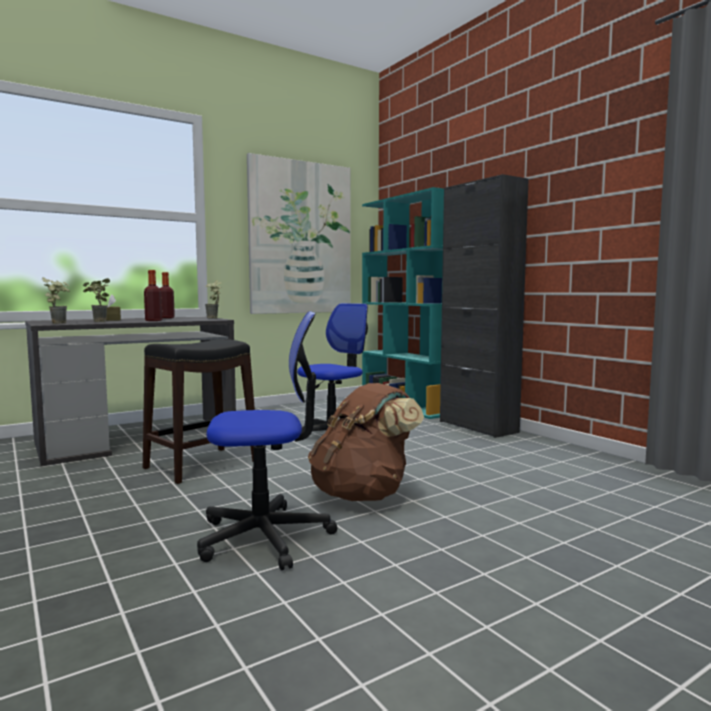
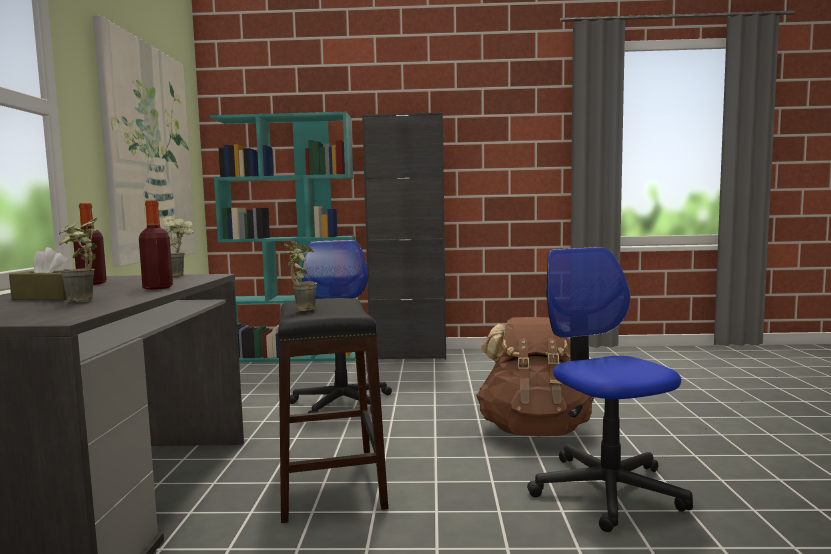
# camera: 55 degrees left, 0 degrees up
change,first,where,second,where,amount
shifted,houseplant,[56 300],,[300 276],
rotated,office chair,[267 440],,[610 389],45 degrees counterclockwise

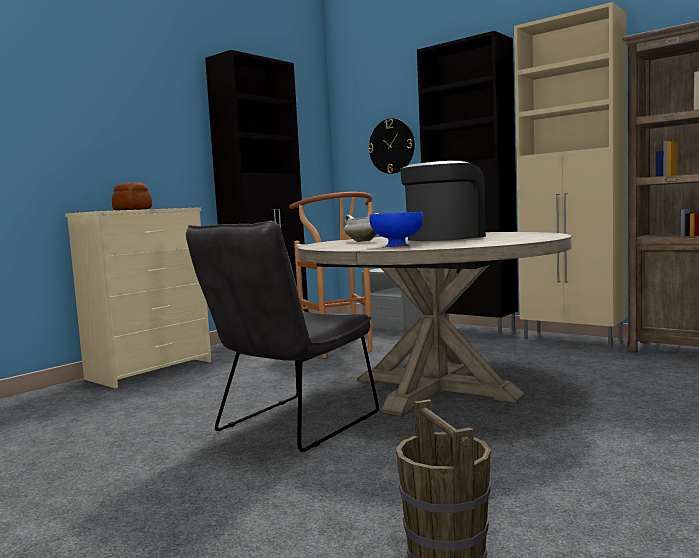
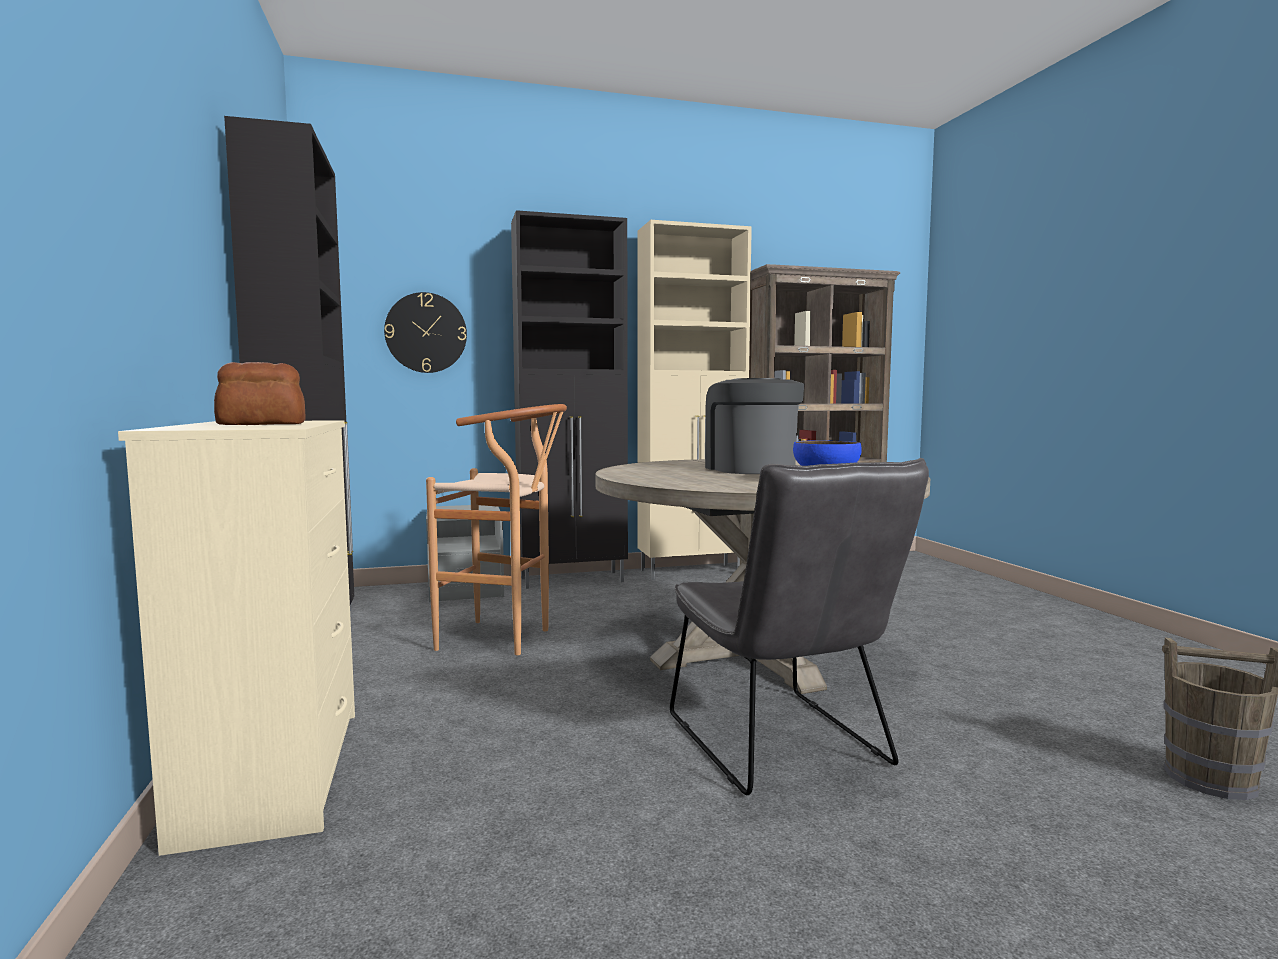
# camera: 55 degrees left, 0 degrees up
change,first,where,second,where,amount
gone,white-coloured cooking pot,[361 227],,,

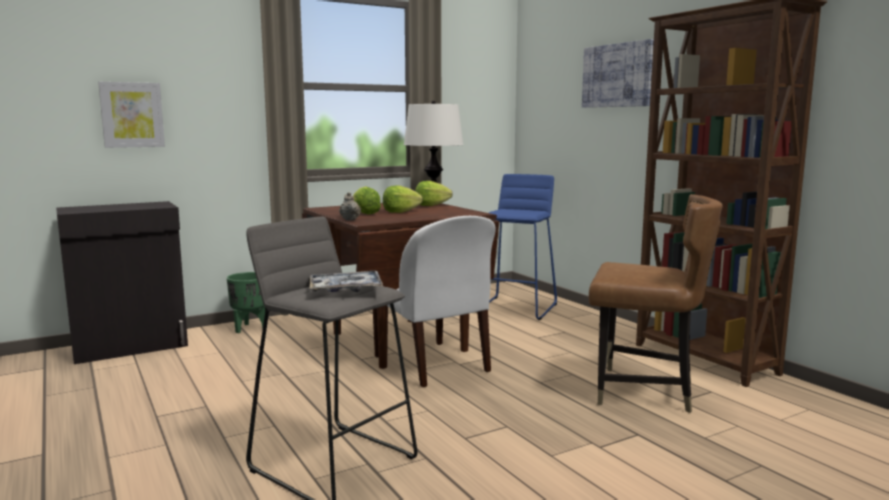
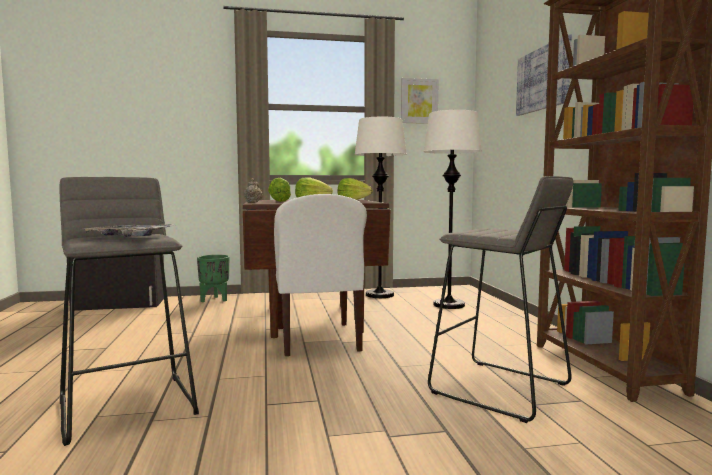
# camera: 20 degrees right, 5 degrees down
change,first,where,second,where,amount
shifted,wall picture,[131 115],,[420 101],
swapped,bluish stool seat,[516 247],white-coloured standing lamp,[452 209],
swapped,brownish plain chair,[656 303],grey stool seat,[500 299],

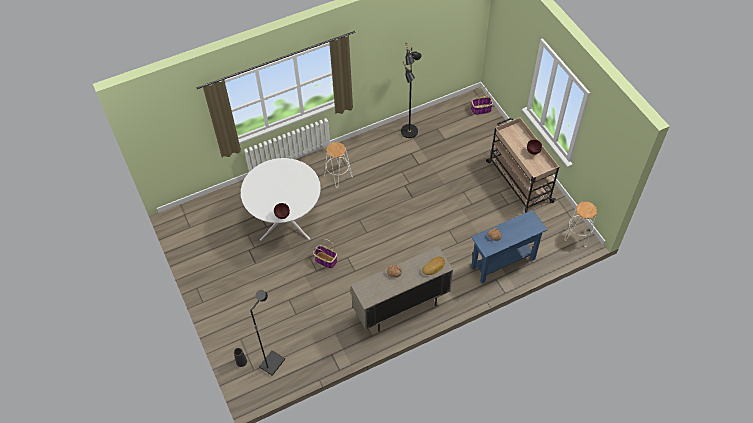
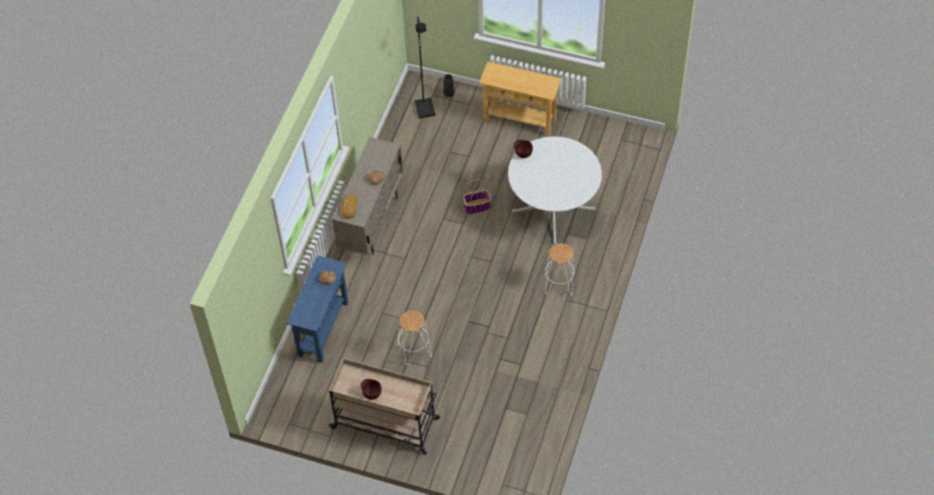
# camera: 135 degrees right, 0 degrees up
change,first,where,second,where,amount
gone,black-coloured standing lamp,[411 90],,,
gone,household basket,[482 101],,,
new,,,beige-coloured console table,[520 99],
shifted,white-coloured stool seat,[581 224],,[414 338],

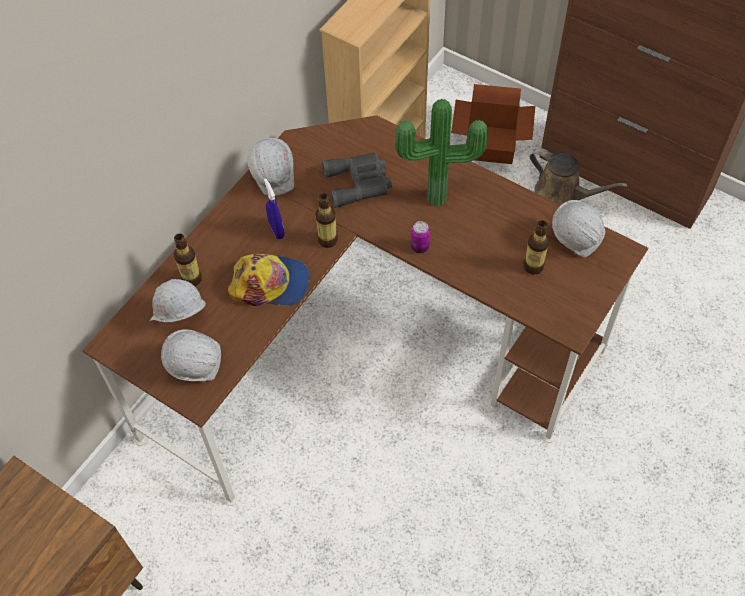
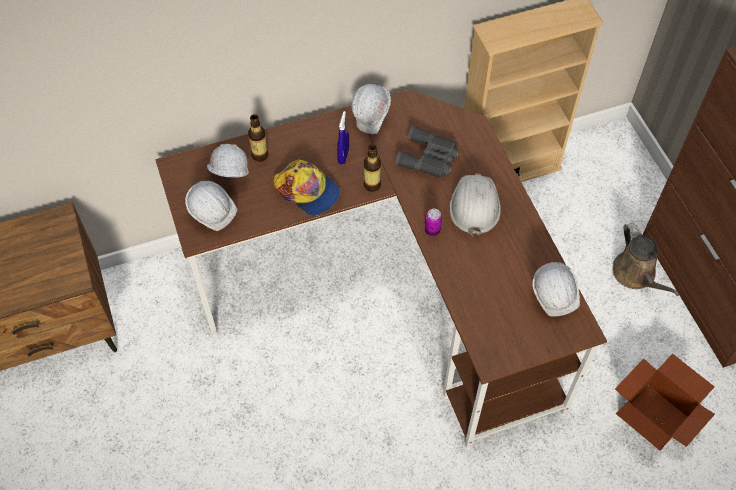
# camera: 35 degrees right, 0 degrees up
change,first,where,second,where,amount
gone,beverage bottle,[536 247],,,
shifted,cardboard box,[493 124],,[665 401],
swapped,houseplant,[441 153],white-coloured work helmet,[475 205],

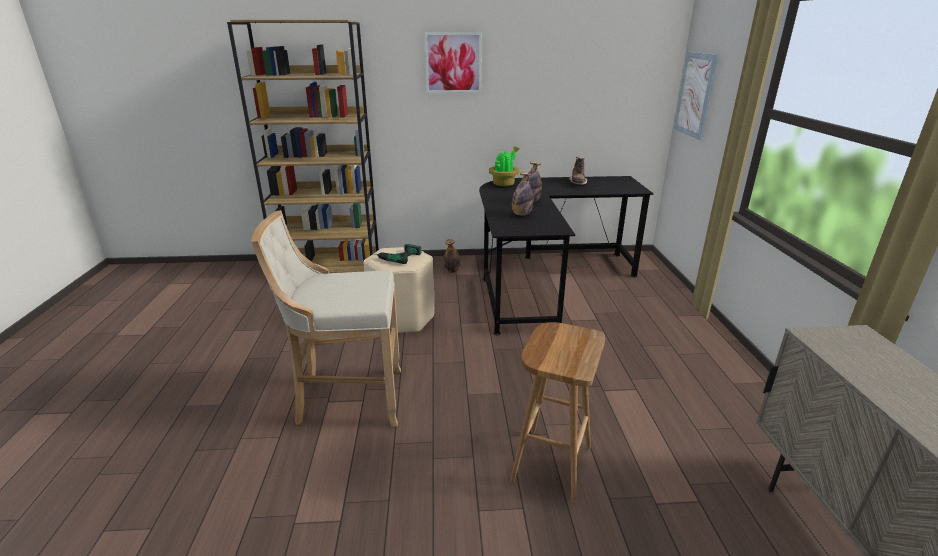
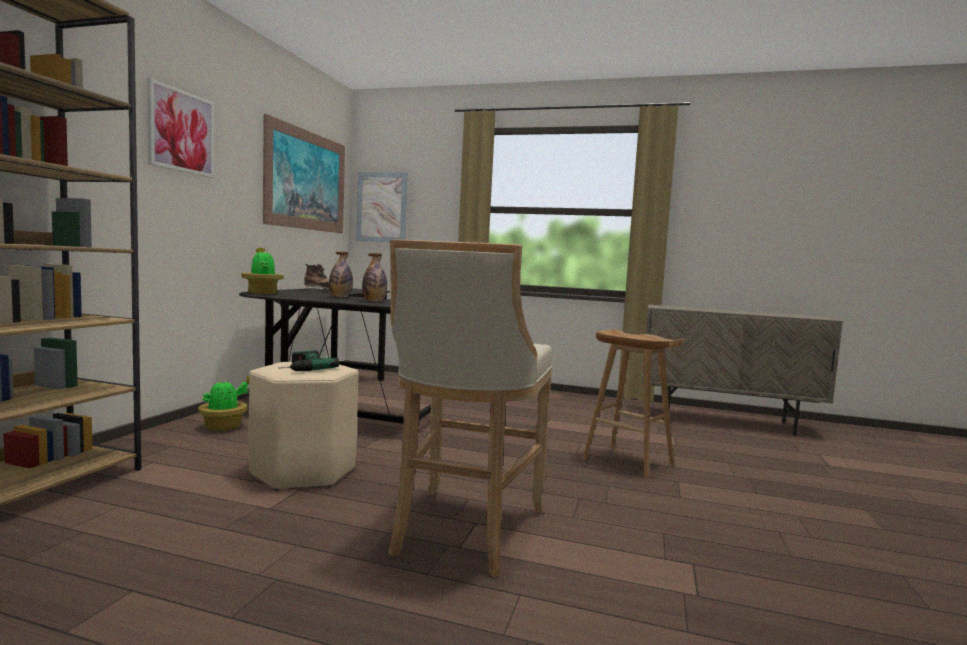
# camera: 70 degrees left, 20 degrees down
change,first,where,second,where,amount
new,,,wall picture,[304 173],
swapped,beverage bottle,[452 256],houseplant,[223 403],

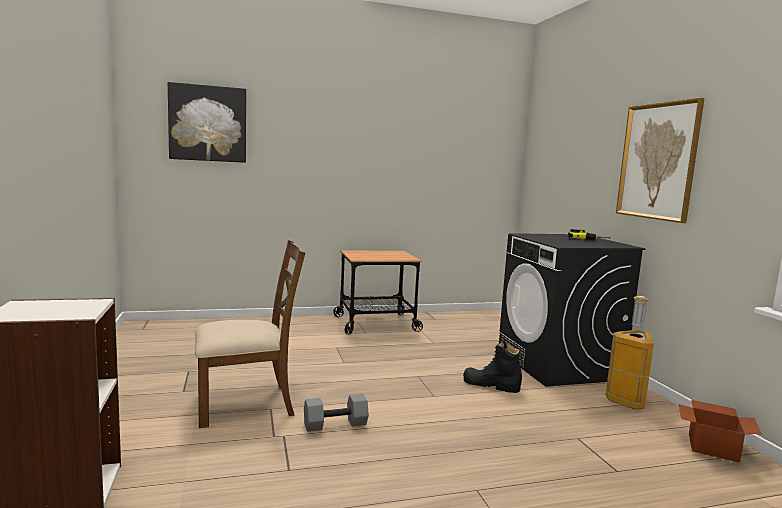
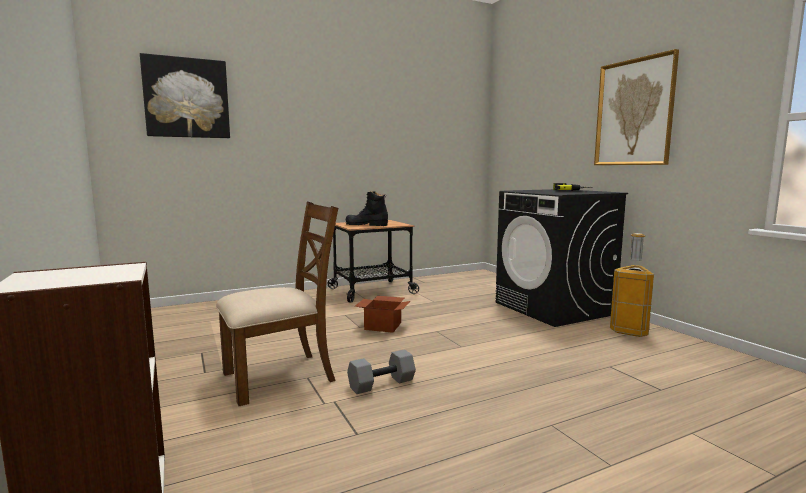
# camera: 10 degrees left, 0 degrees up
change,first,where,second,where,amount
shifted,black-coloured high-top boot,[492 367],,[367 208],
shifted,cardboard box,[720 431],,[382 314],

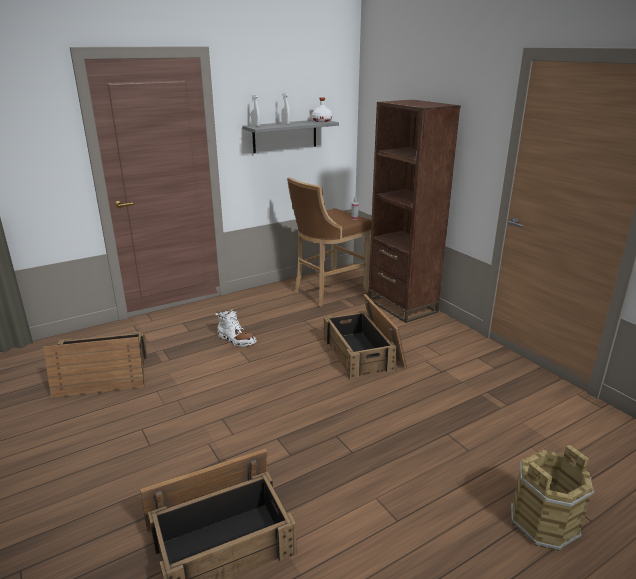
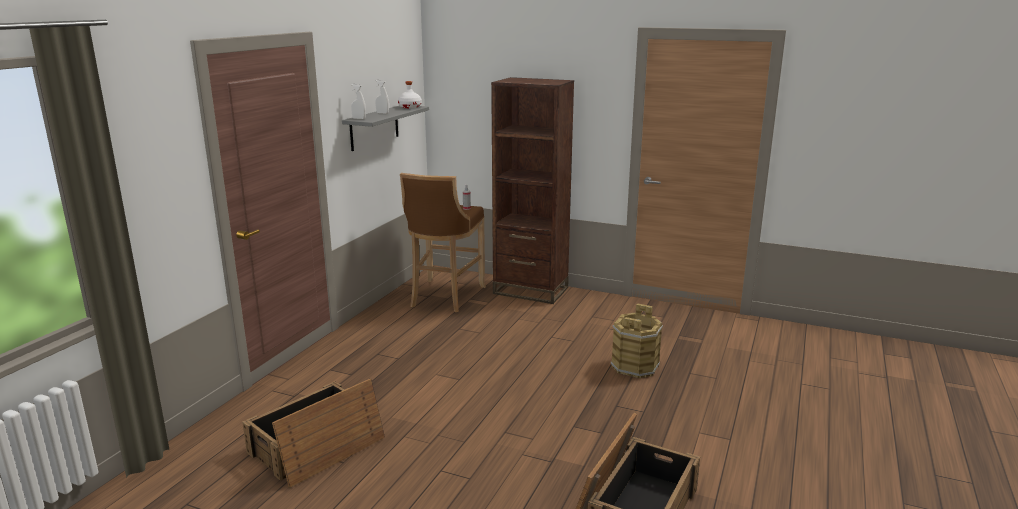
# camera: 35 degrees left, 5 degrees down
change,first,where,second,where,amount
gone,white-coloured high-top boot,[236 328],,,
gone,packing crate,[365 336],,,
shifted,brownish water bucket,[552 498],,[636 340],

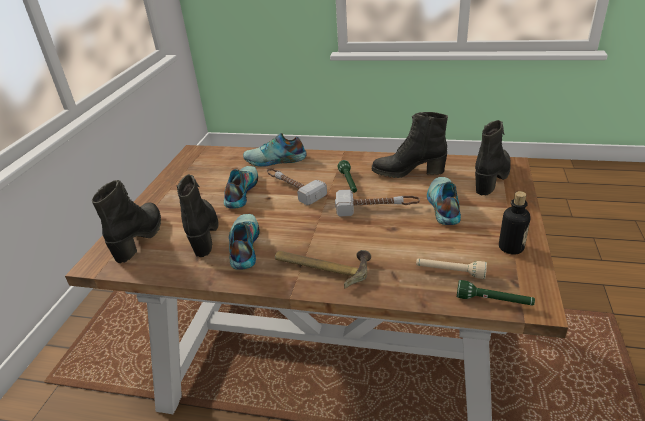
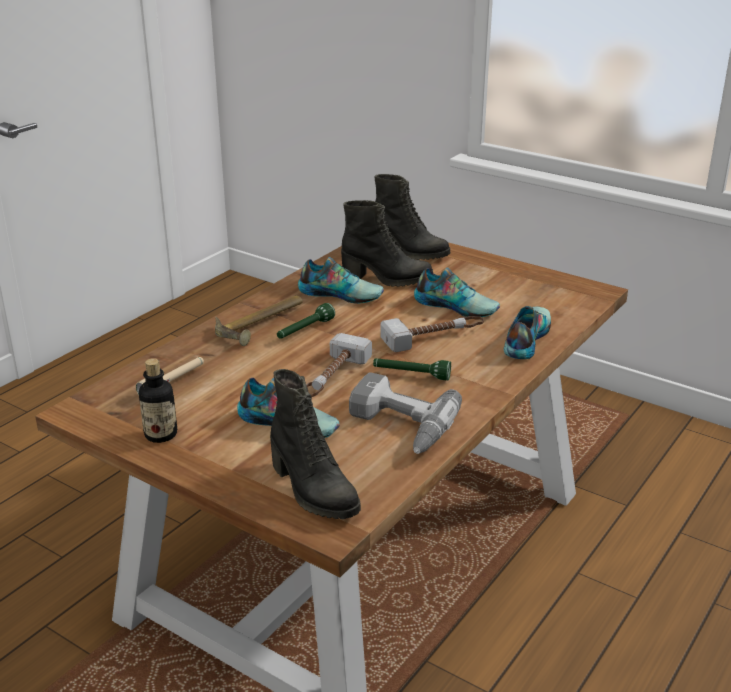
# camera: 110 degrees right, 5 degrees down
change,first,where,second,where,amount
shifted,greenish torch,[496 293],,[306 321],
swapped,black-coloured high-top boot,[410 145],electric drill,[405 413],

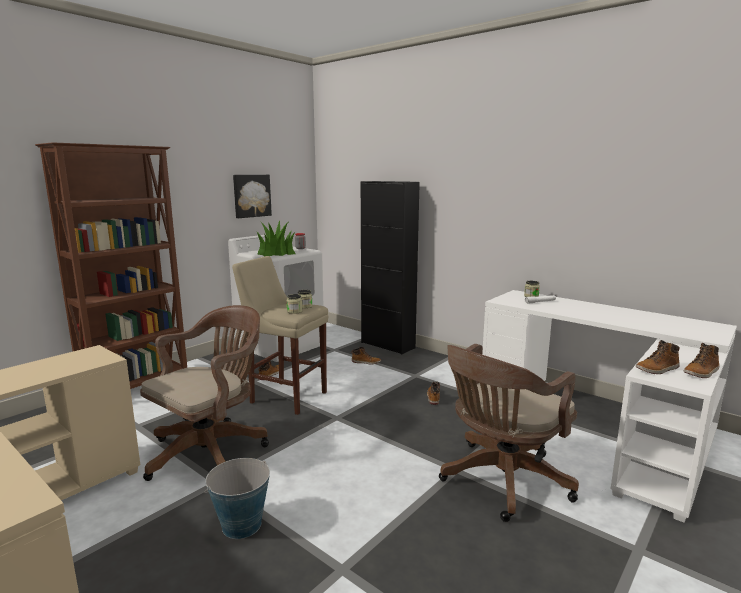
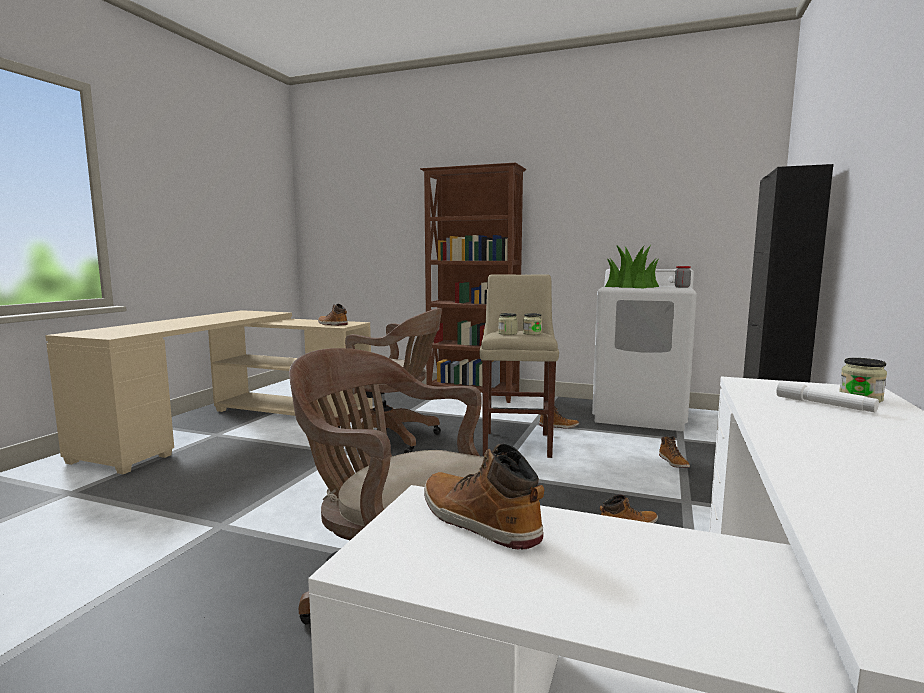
# camera: 70 degrees right, 5 degrees down
change,first,where,second,where,amount
gone,water bucket,[237 498],,,
gone,wall picture,[252 196],,,
shifted,high-top boot,[702 360],,[333 315],

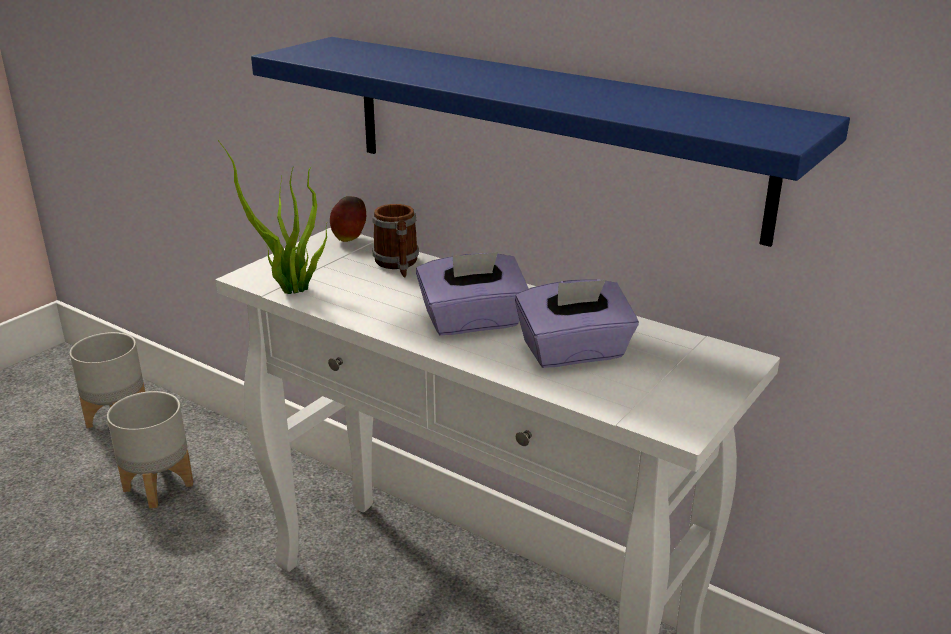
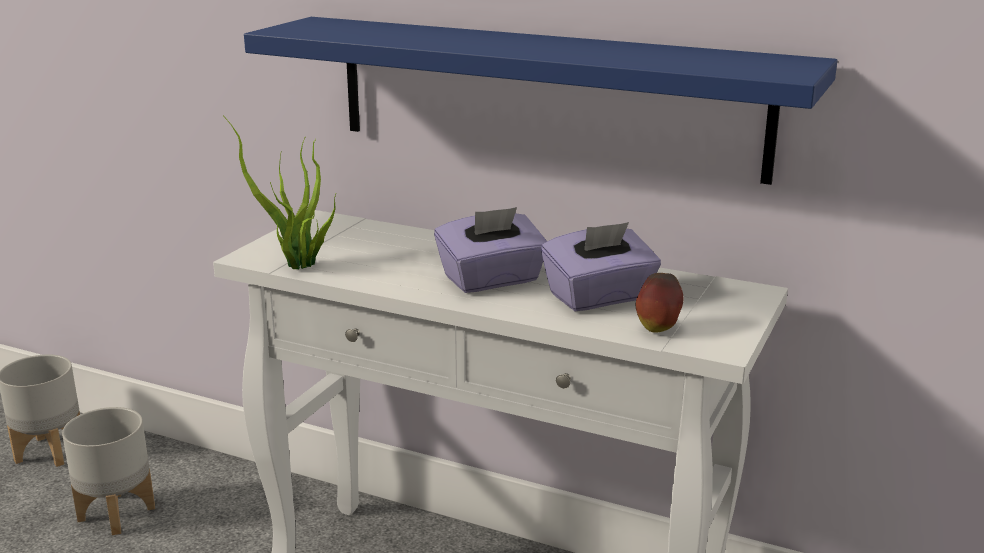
# camera: 10 degrees left, 5 degrees down
change,first,where,second,where,amount
gone,coffee mug,[395 241],,,
shifted,whole apple,[348 219],,[659 303],

